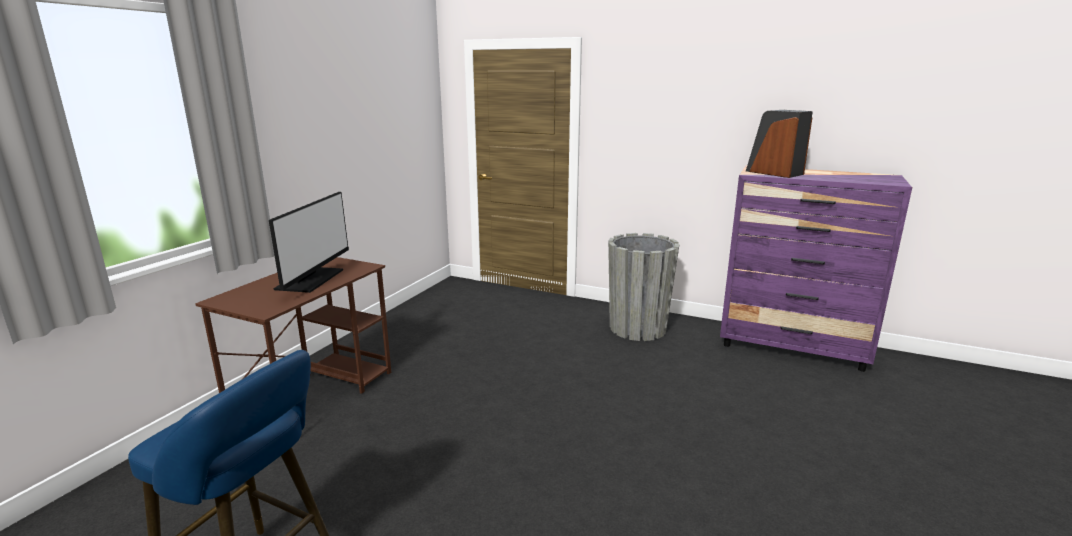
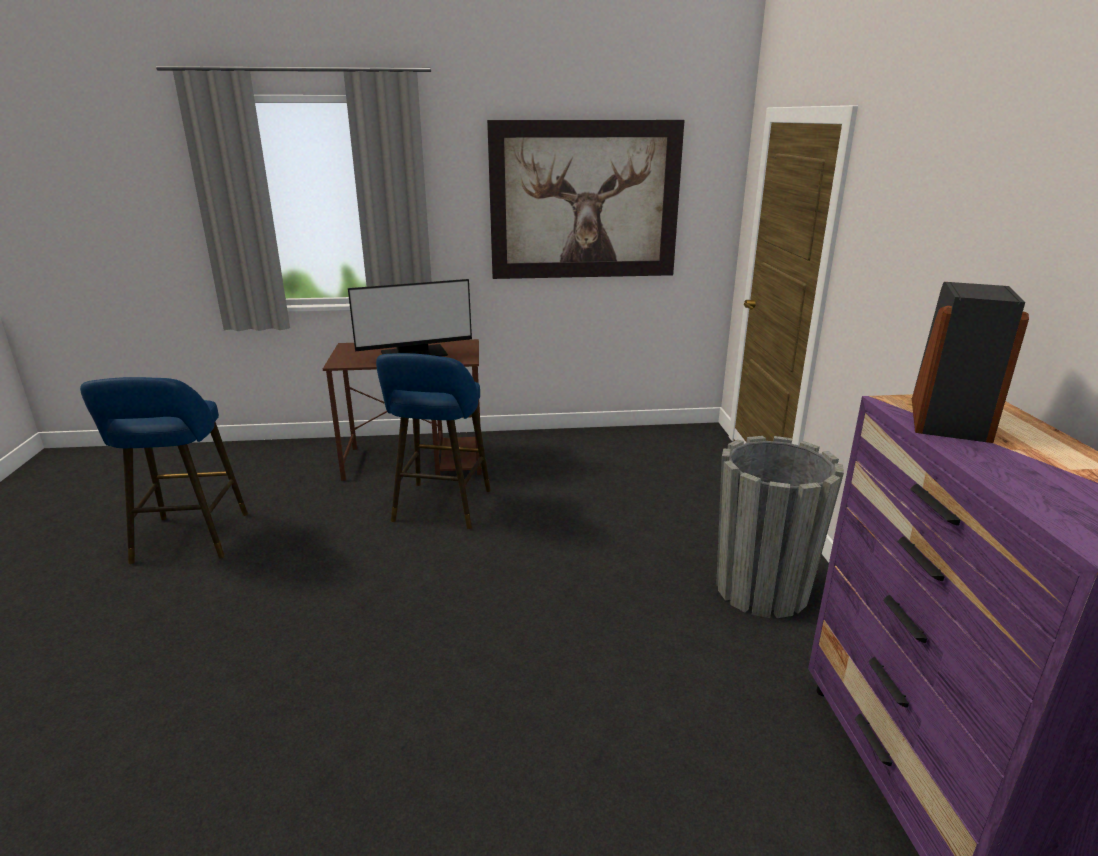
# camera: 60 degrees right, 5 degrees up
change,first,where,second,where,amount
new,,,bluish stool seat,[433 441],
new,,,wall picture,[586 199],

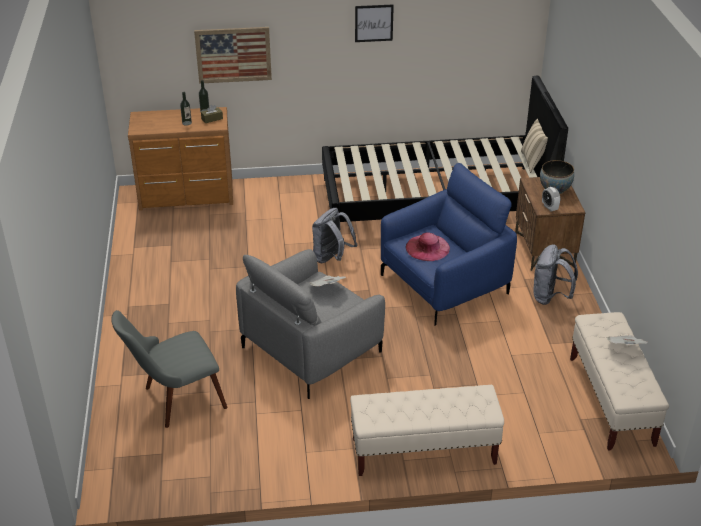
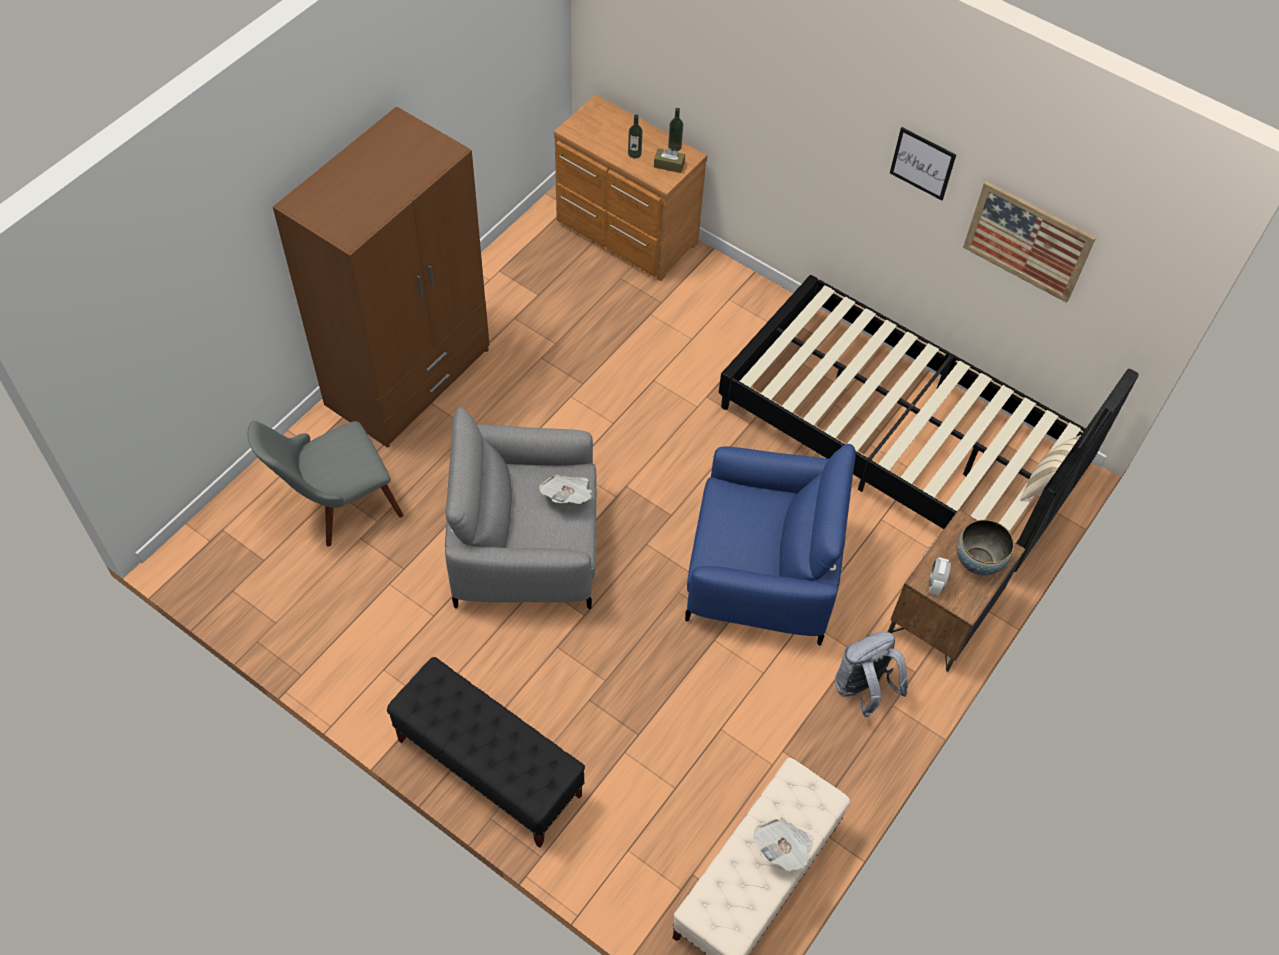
# camera: 40 degrees right, 20 degrees up
change,first,where,second,where,amount
gone,grey knapsack,[335 235],,,
gone,pinkish clothing hat,[427 246],,,
new,,,brownish wardrobe,[381 277],
shifted,wall picture,[233 55],,[1029 242],
repainted,beige-coloured indoor bench,[427 430],black-coloured indoor bench,[486 752],
rotated,grey plain chair,[169 369],,[325 484],45 degrees counterclockwise

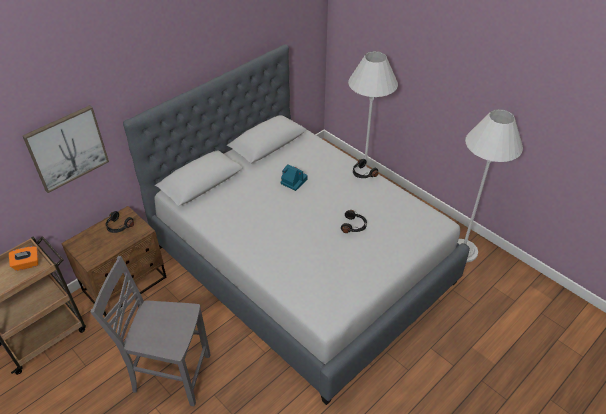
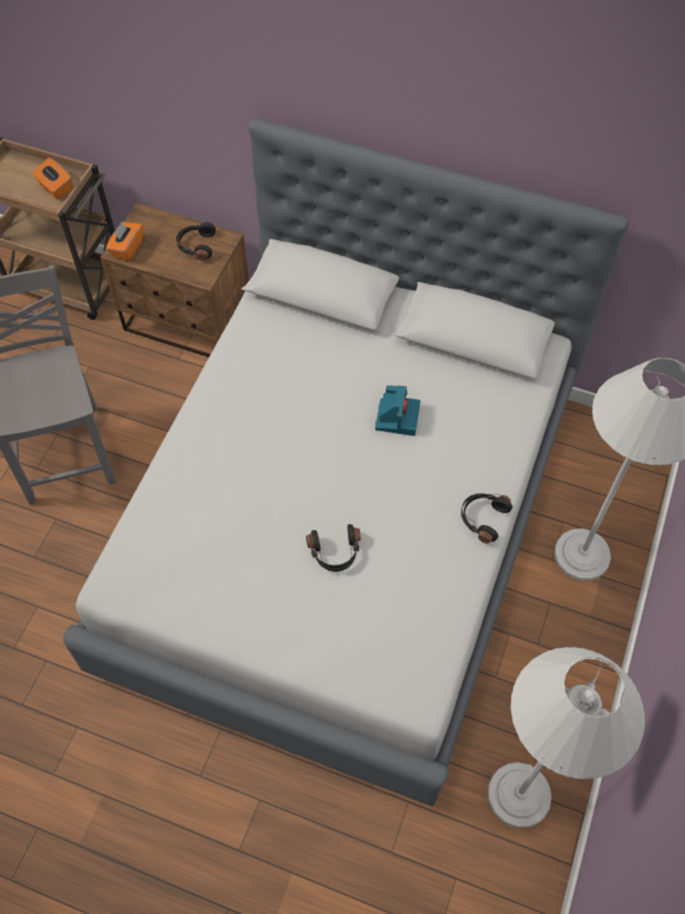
# camera: 65 degrees right, 15 degrees up
change,first,where,second,where,amount
gone,wall picture,[65 149],,,
new,,,orange tissue box,[124 241],

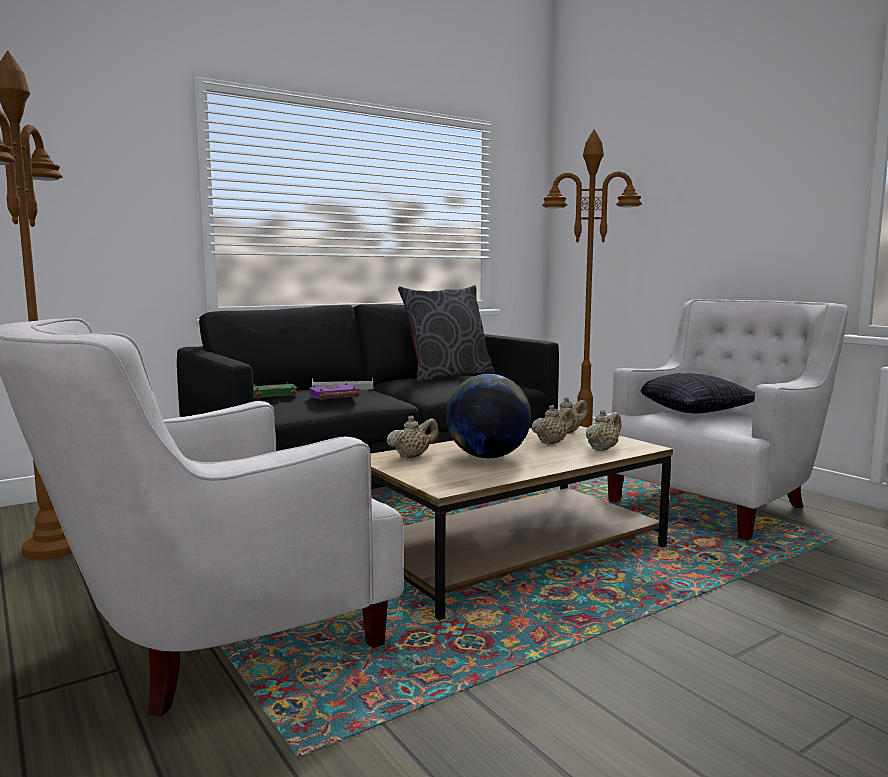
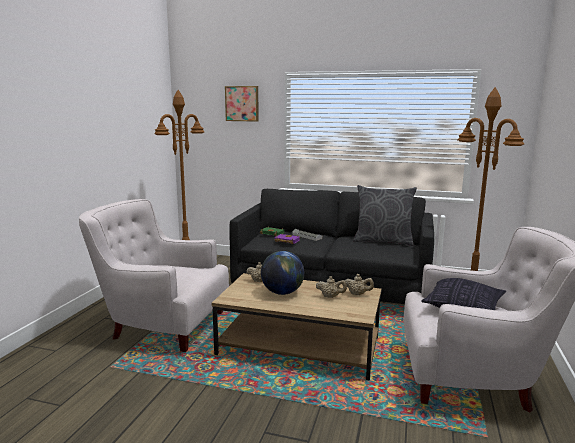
# camera: 50 degrees right, 5 degrees up
change,first,where,second,where,amount
gone,beige-coloured tea pot,[603 430],,,
new,,,wall picture,[242 104],

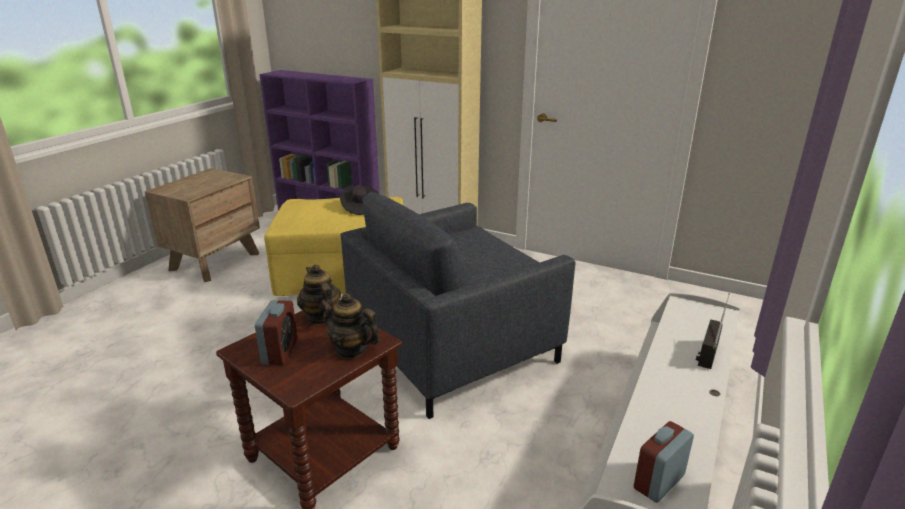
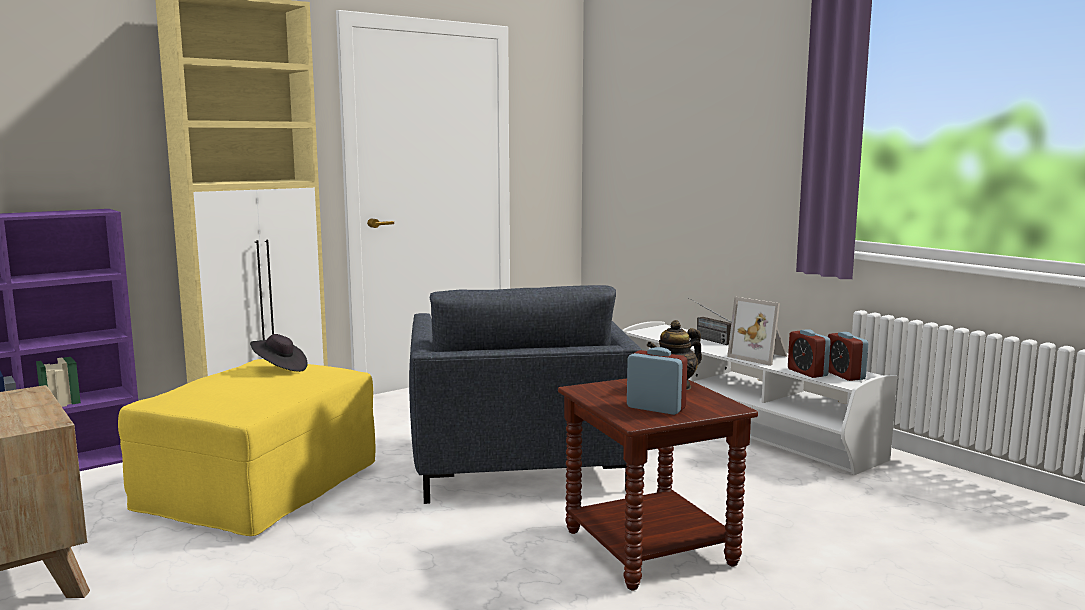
# camera: 65 degrees left, 15 degrees down
change,first,where,second,where,amount
gone,tea pot,[319 295],,,
new,,,standing frame,[757 331],
new,,,bedside clock,[809 353],

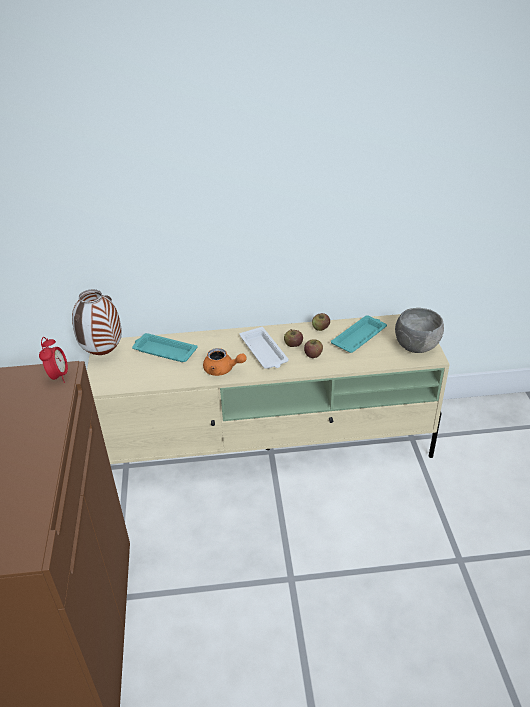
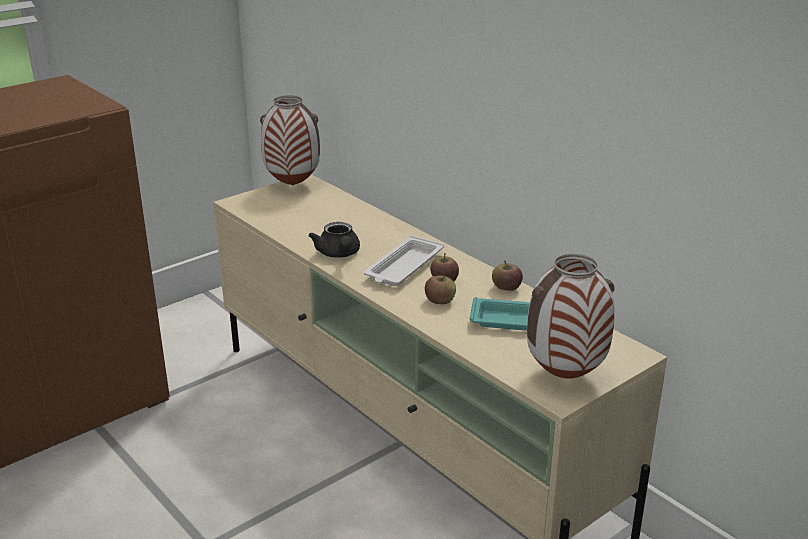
# camera: 55 degrees right, 10 degrees down
change,first,where,second,where,amount
gone,bedside clock,[53 360],,,
gone,blue-green tray,[164 347],,,
swapped,grey deep dish,[419 330],vase,[571 316],
repainted,orange tea pot,[225 362],black-coloured tea pot,[334 240],

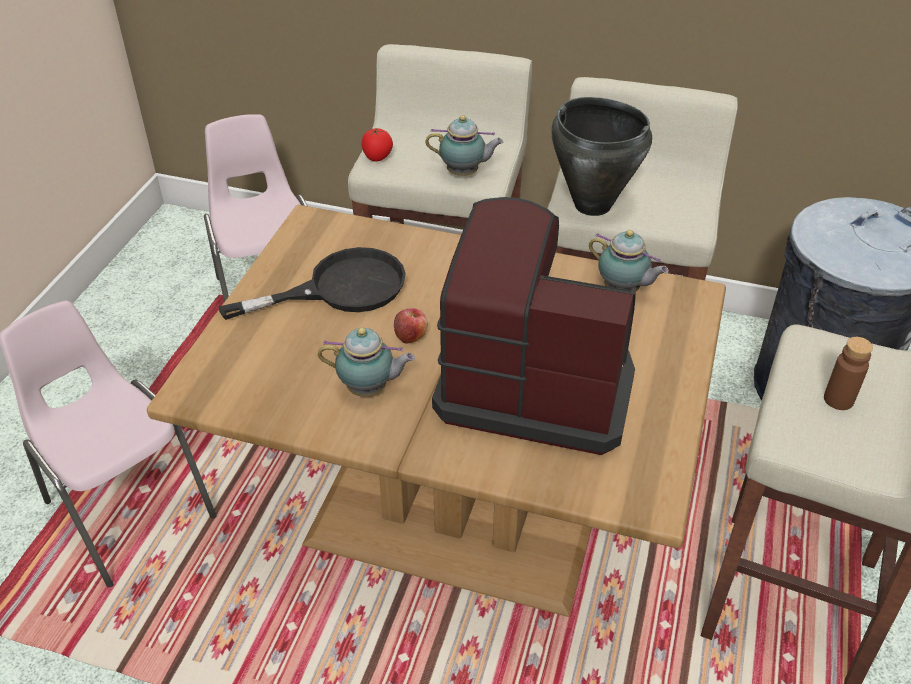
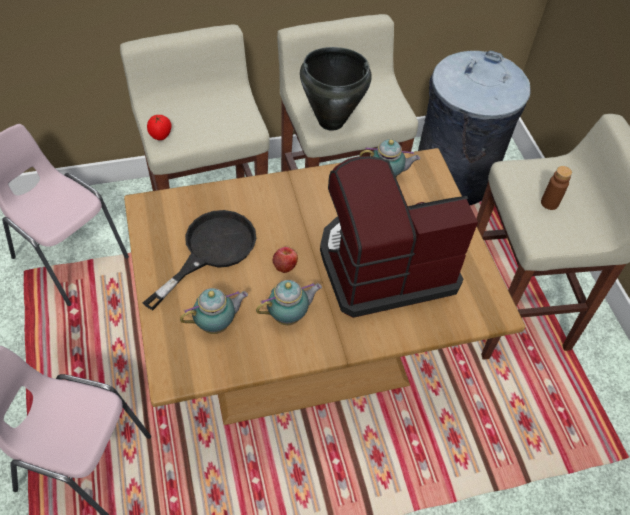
# camera: 35 degrees left, 10 degrees up
change,first,where,second,where,amount
shifted,tea pot,[464 145],,[214 311],

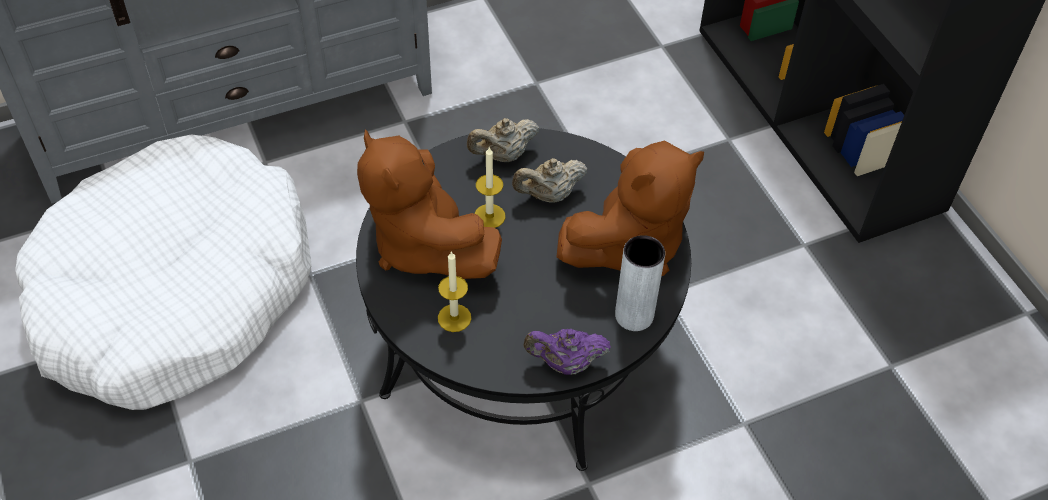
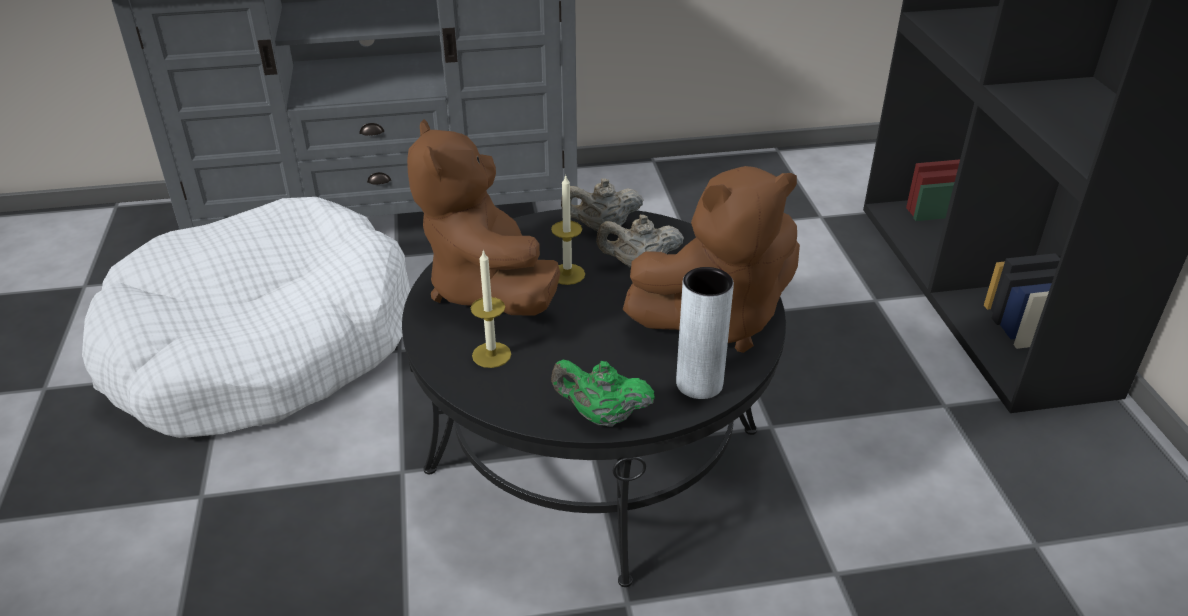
# camera: 15 degrees right, 15 degrees down
change,first,where,second,where,amount
repainted,purple-coloured tea pot,[567 352],greenish tea pot,[603 393],

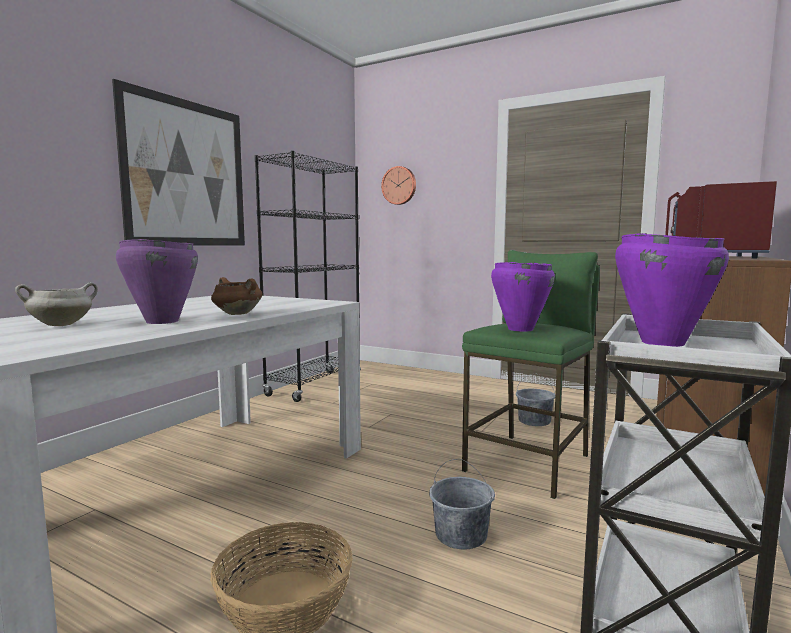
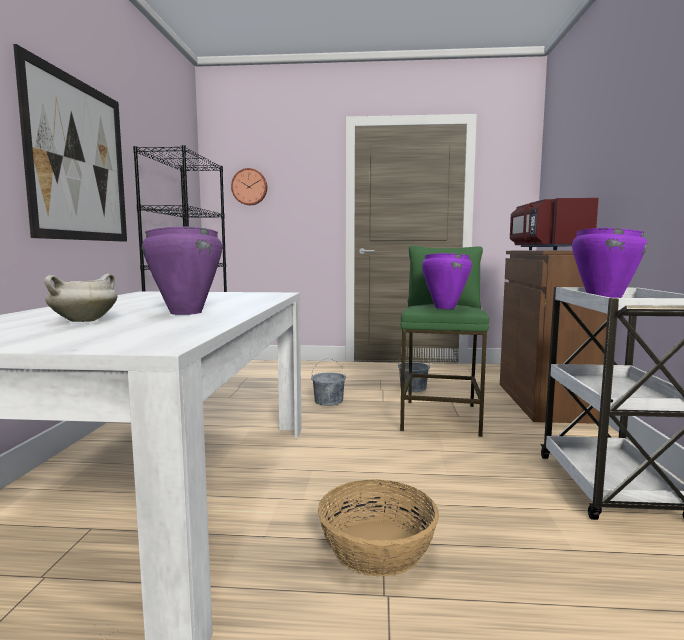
# camera: 25 degrees left, 0 degrees up
change,first,where,second,where,amount
gone,brownish cooking pot,[236 296],,,
shifted,grey water bucket,[462 504],,[328 382],

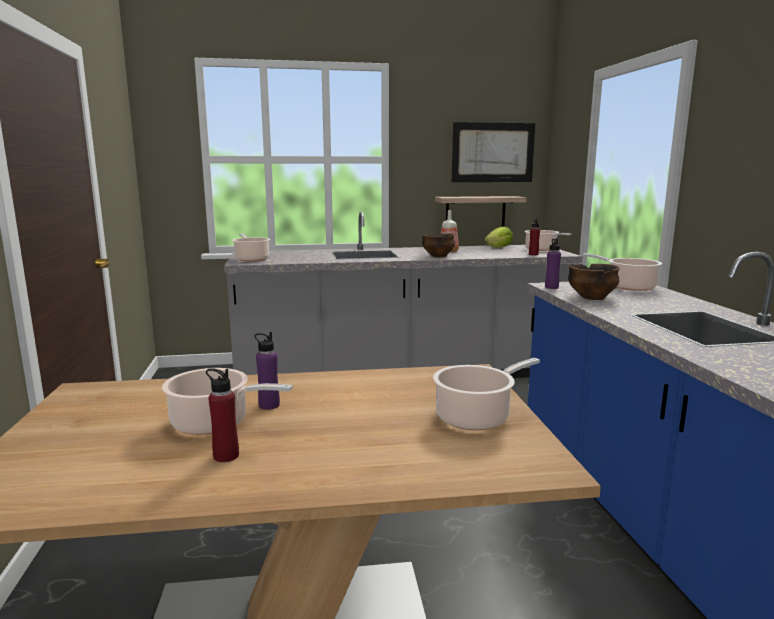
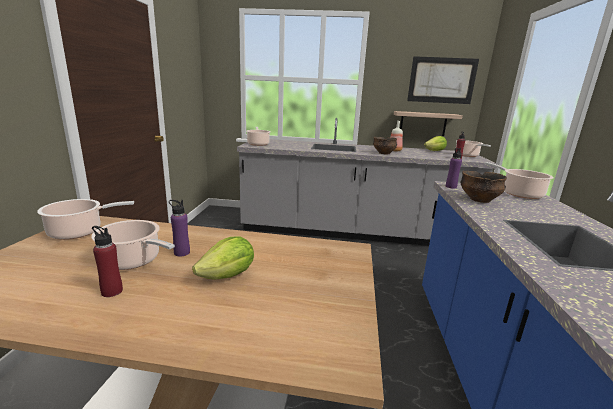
# camera: 15 degrees right, 5 degrees up
change,first,where,second,where,amount
new,,,lettuce head,[223 258],
shifted,cooking pot,[486 394],,[85 219],

